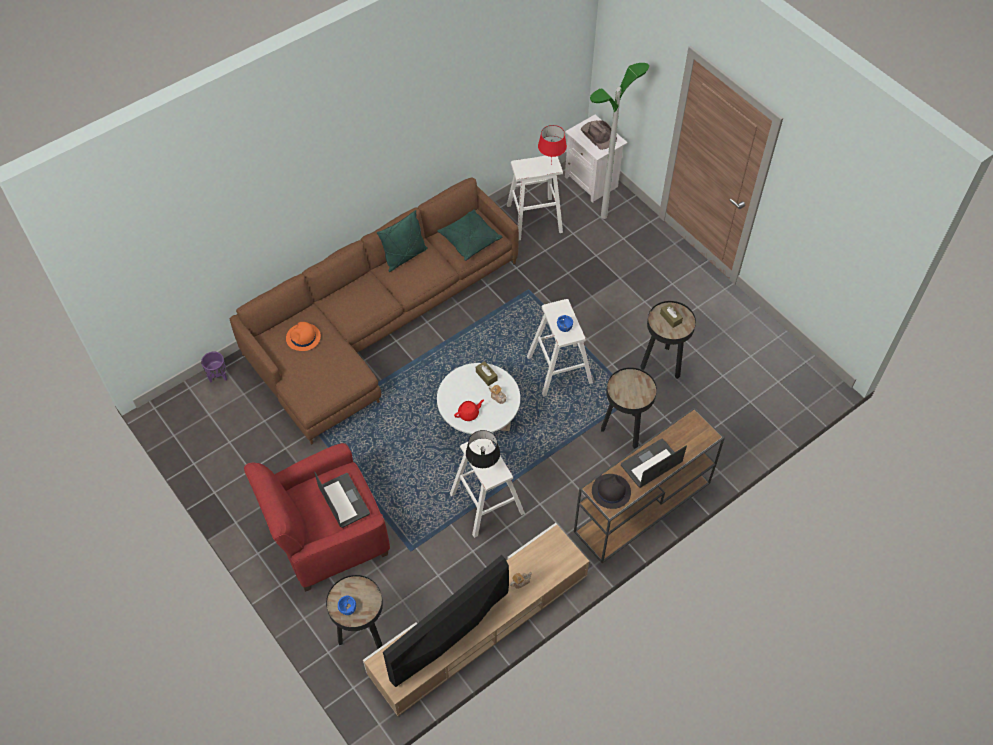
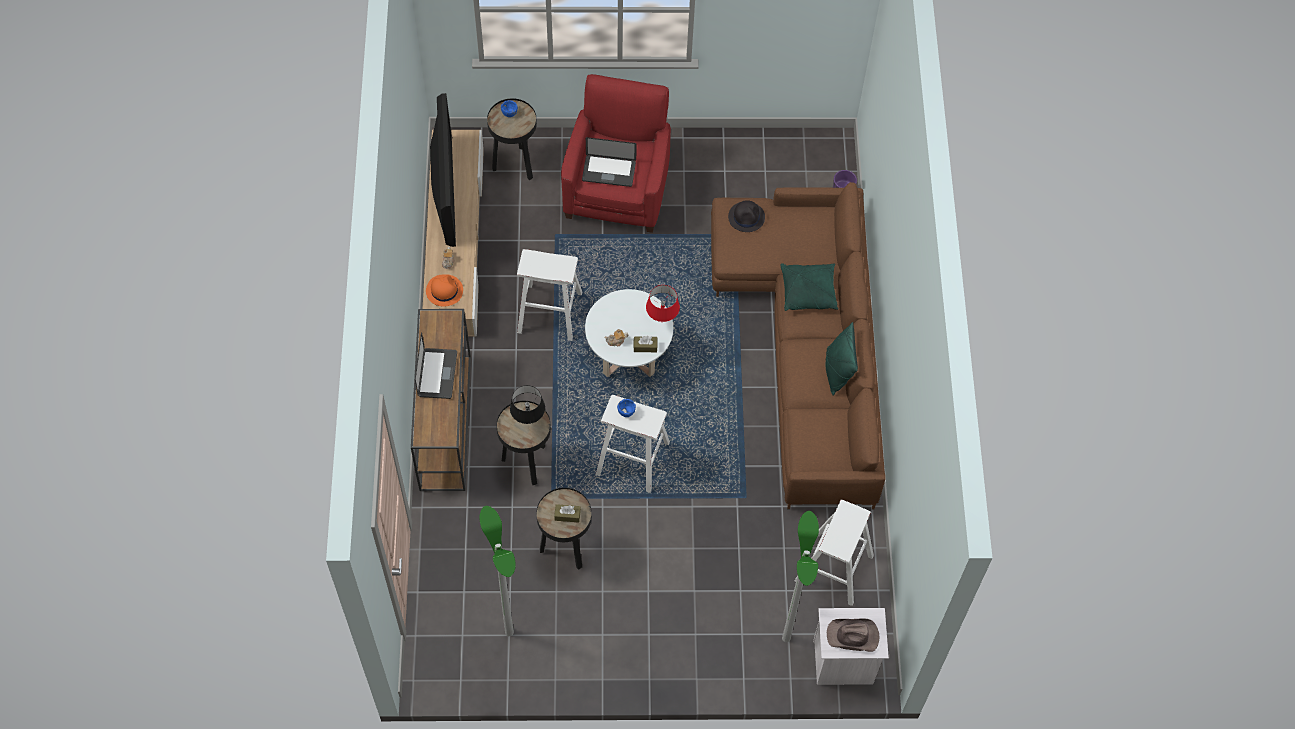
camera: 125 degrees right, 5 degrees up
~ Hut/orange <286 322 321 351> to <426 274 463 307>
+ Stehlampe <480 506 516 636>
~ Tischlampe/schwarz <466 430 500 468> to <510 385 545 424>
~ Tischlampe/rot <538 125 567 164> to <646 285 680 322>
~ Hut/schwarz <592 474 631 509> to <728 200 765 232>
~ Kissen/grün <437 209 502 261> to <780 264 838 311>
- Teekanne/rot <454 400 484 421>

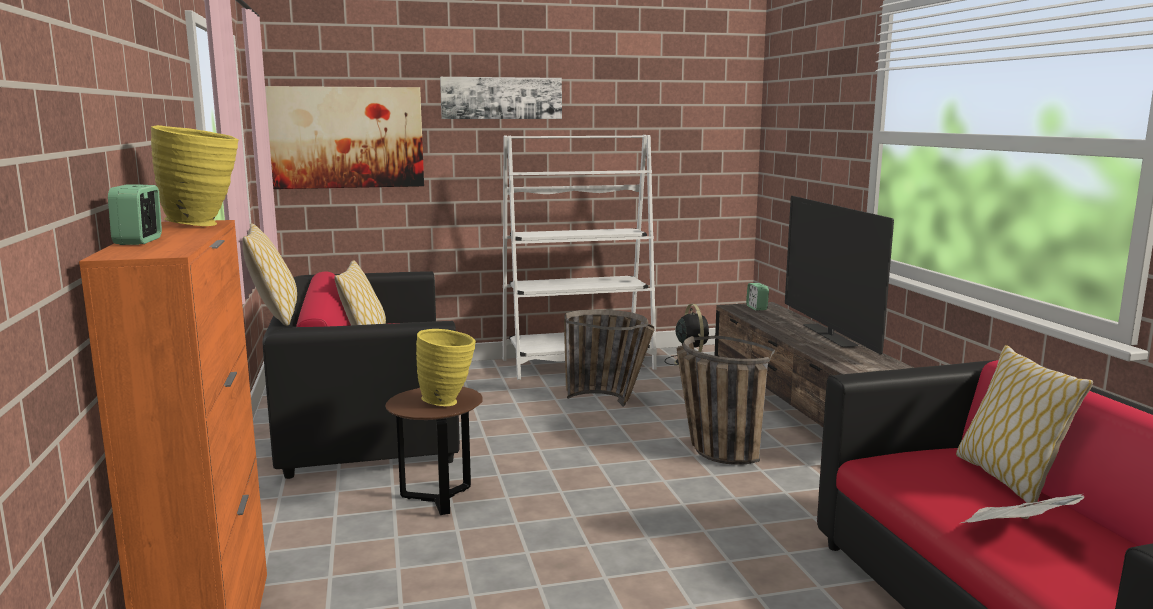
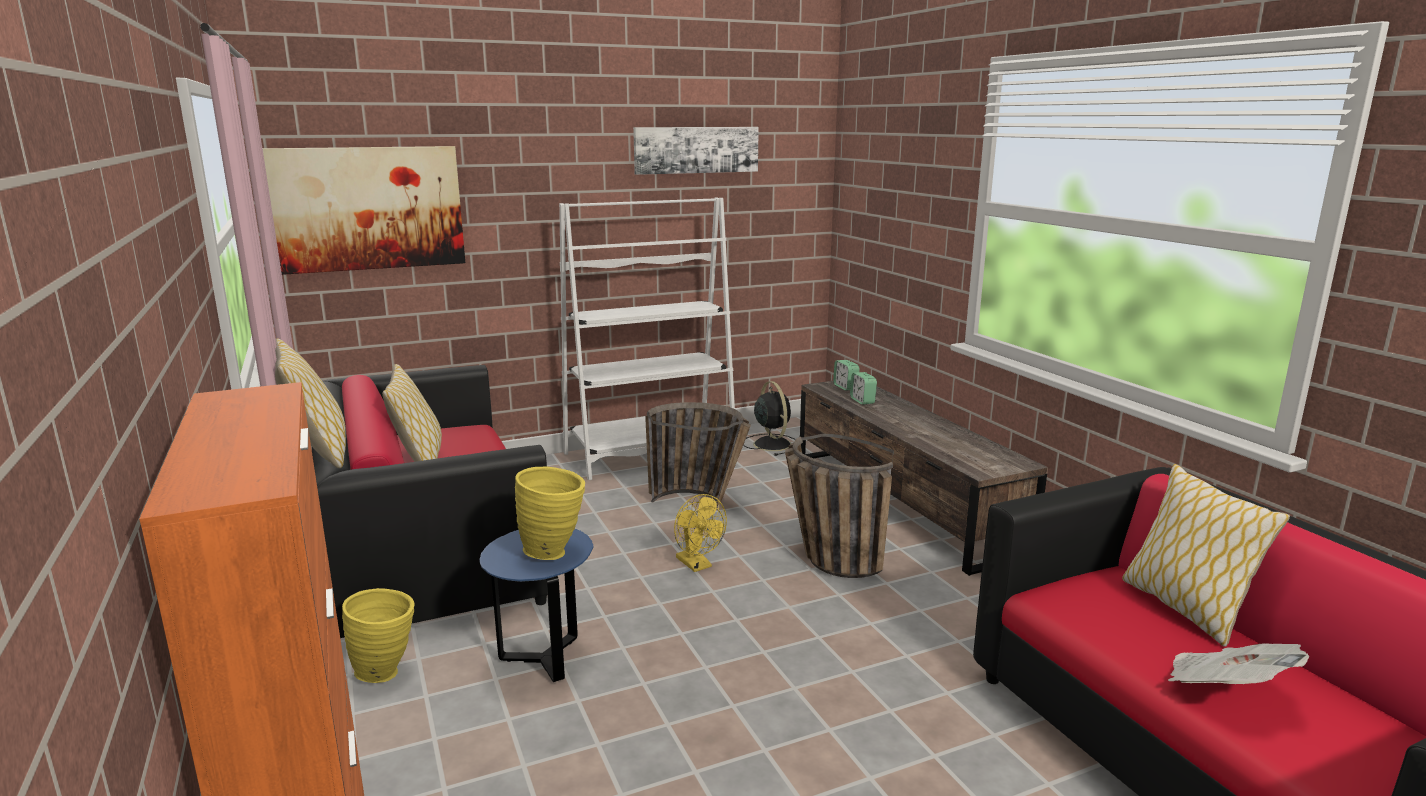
camera: 10 degrees left, 5 degrees up
~ Vase/gelb <151 125 238 226> to <342 588 414 683>
~ Beistelltisch/braun <386 387 483 515> to Beistelltisch/blau <480 529 593 682>
~ Bild <440 77 562 119> to <633 127 759 175>
+ Ventilator/gelb <674 494 727 572>
~ Wecker <108 184 162 245> to <850 372 877 405>
- Fernseher <785 196 894 354>

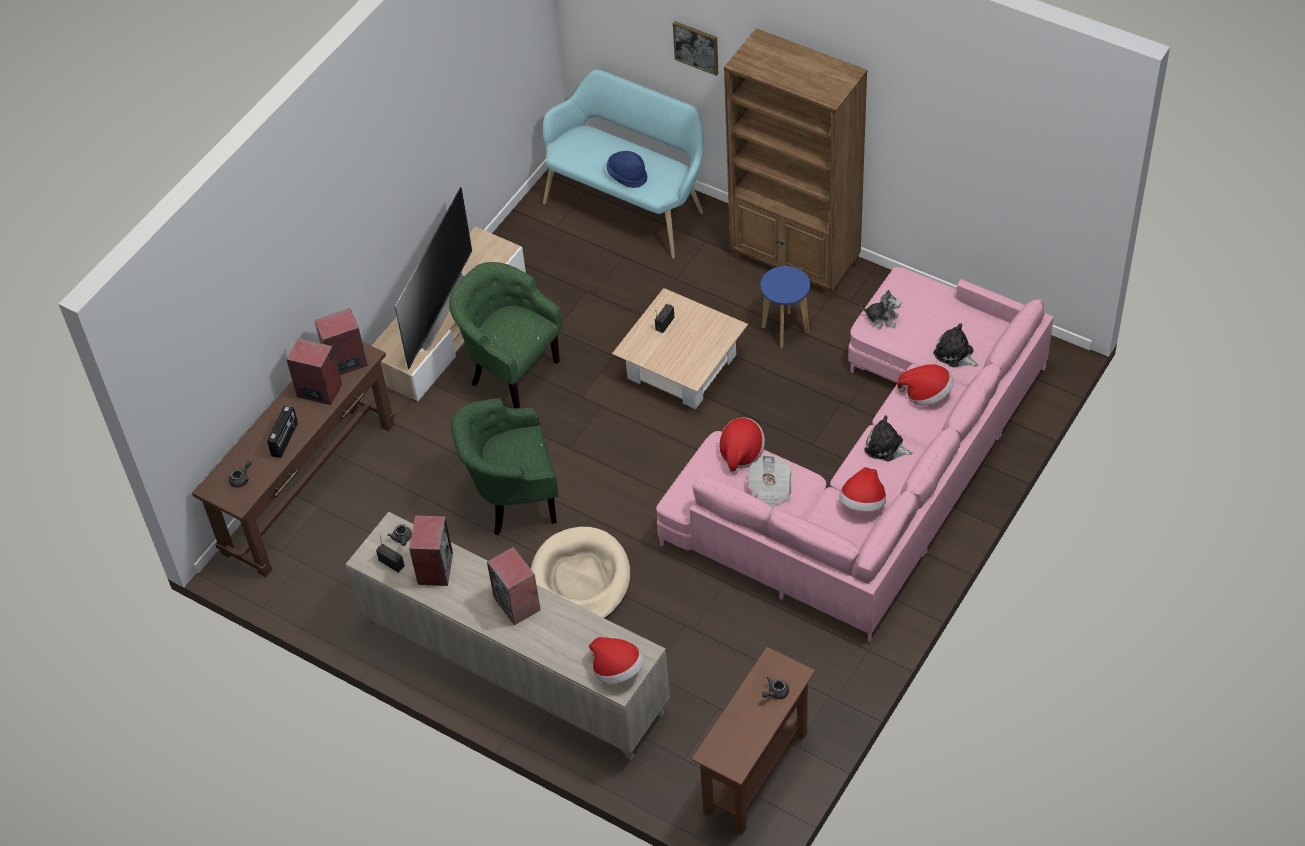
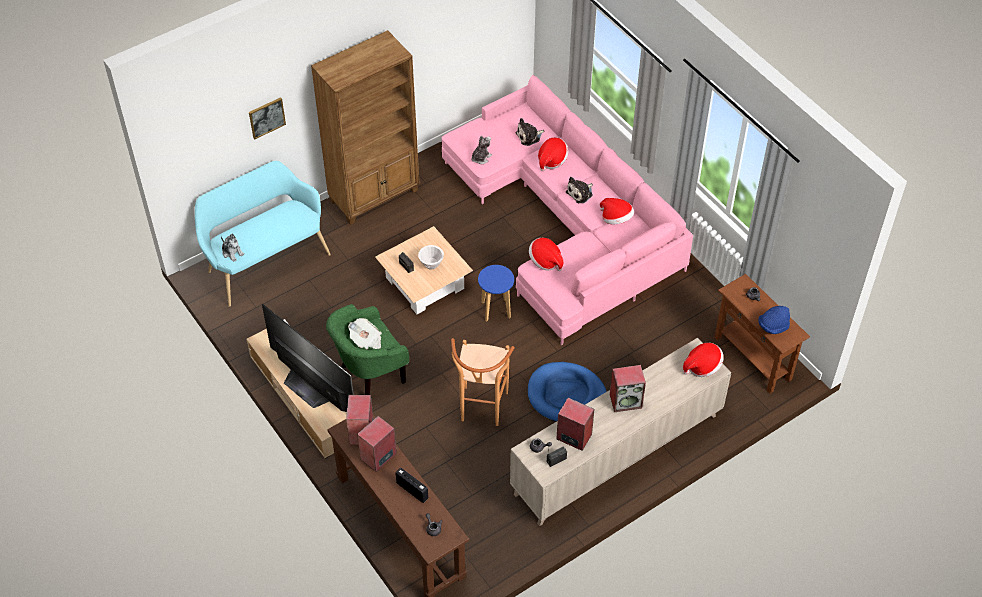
camera: 70 degrees left, 0 degrees up
+ Plüschtier <221 234 244 262>
~ Zeitung <747 454 793 508> to <348 318 382 349>
+ Schüssel/weiß <418 245 444 270>
~ Sessel/grün <451 398 558 536> to Hocker/braun <451 338 515 426>
~ Hocker/blau <760 266 810 348> to <478 265 514 322>
~ Hundebett/beige <531 527 630 618> to Hundebett/blau <528 362 607 422>
~ Hut/blau <607 151 647 188> to <759 306 790 334>

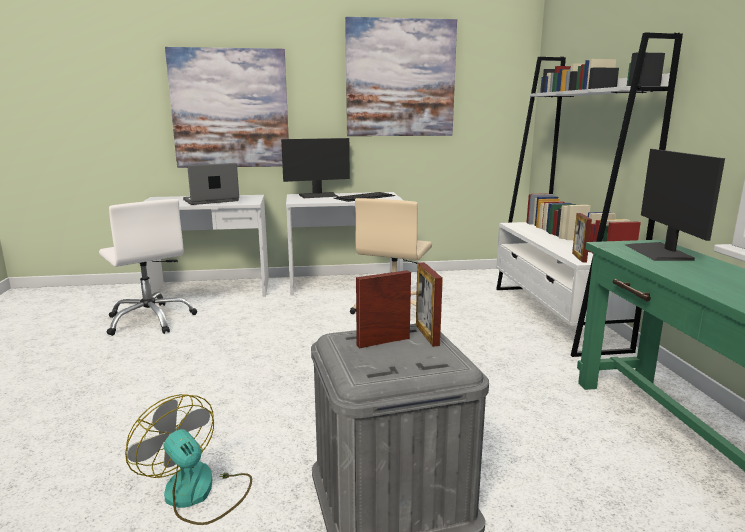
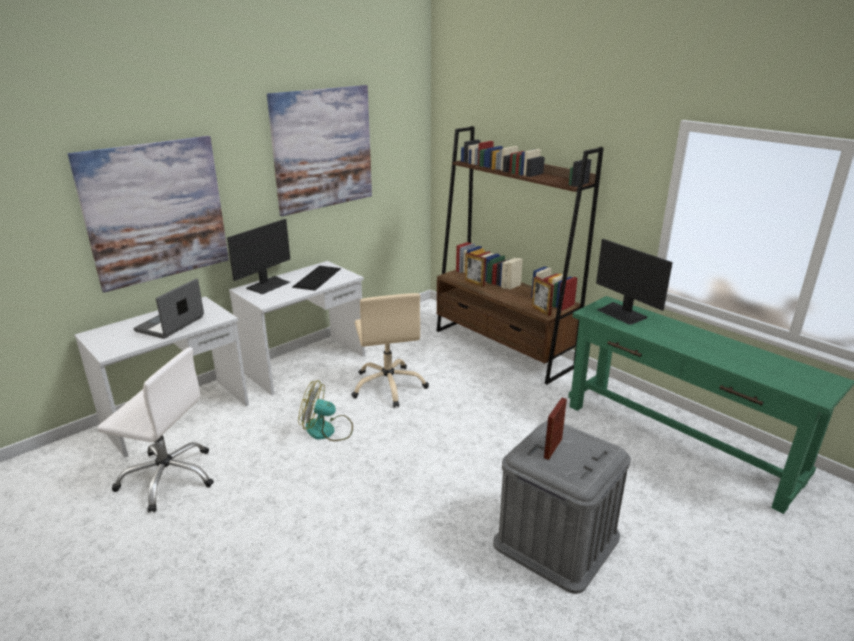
camera: 35 degrees left, 10 degrees up
~ Ventilator <125 394 252 525> to <298 380 353 441>
~ Bücherregal/weiß <496 32 683 357> to Bücherregal/braun <437 126 604 385>
~ Bilderrahmen <416 262 443 347> to <465 252 486 287>

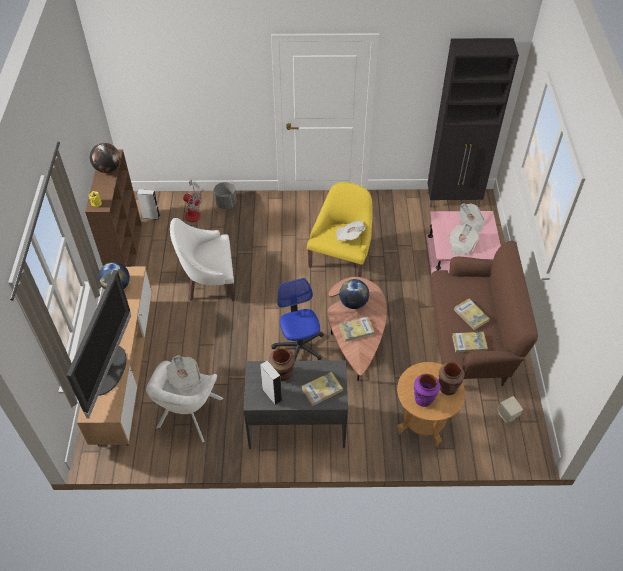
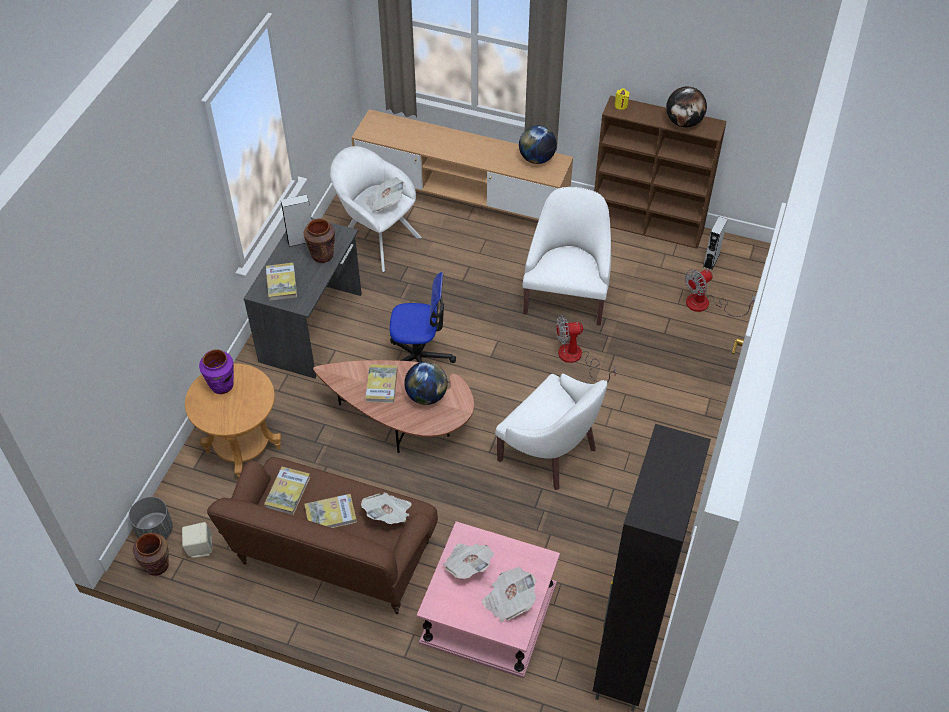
camera: 110 degrees right, 0 degrees up
~ Pflanzkübel/grau <214 182 237 209> to <129 497 173 539>
~ Vase/braun <439 362 465 395> to <133 533 169 576>
~ Zeitung <336 221 365 241> to <361 493 412 524>
~ Sessel/gelb <307 182 373 277> to Sessel/weiß <495 373 607 490>
+ Ventilator <556 315 616 382>
- Fernseher <66 270 131 419>

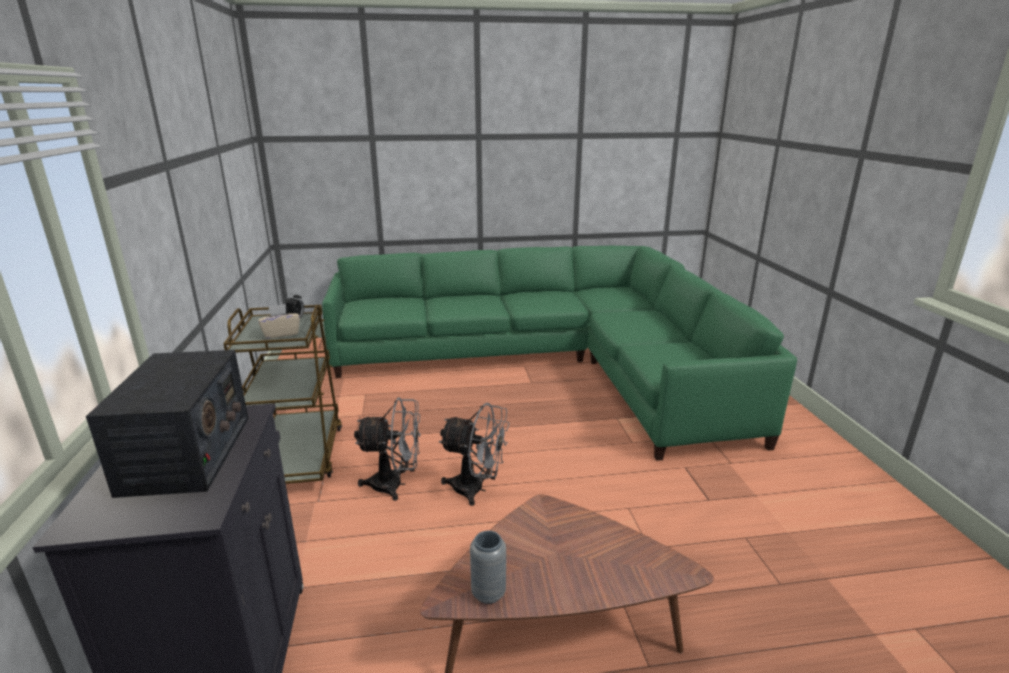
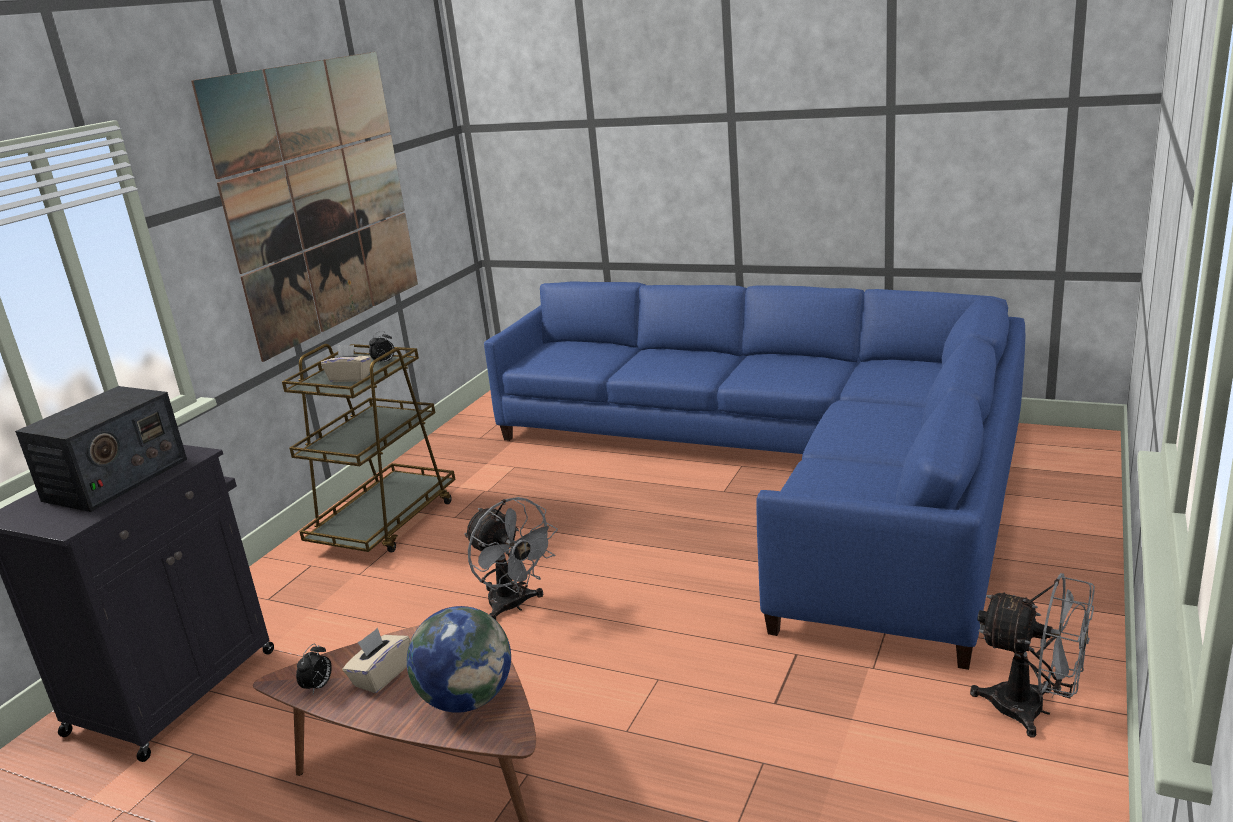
camera: 35 degrees right, 0 degrees up
+ Bild <191 52 418 362>
~ Vase/grau <470 531 506 604> to Wecker <296 643 332 694>
+ Taschentuchbox/beige <343 628 410 693>
+ Globus <407 606 511 712>
~ Sofa/grün <322 246 797 461> to Sofa/blau <484 281 1025 670>
~ Ventilator/grau <354 398 421 501> to <970 573 1095 738>

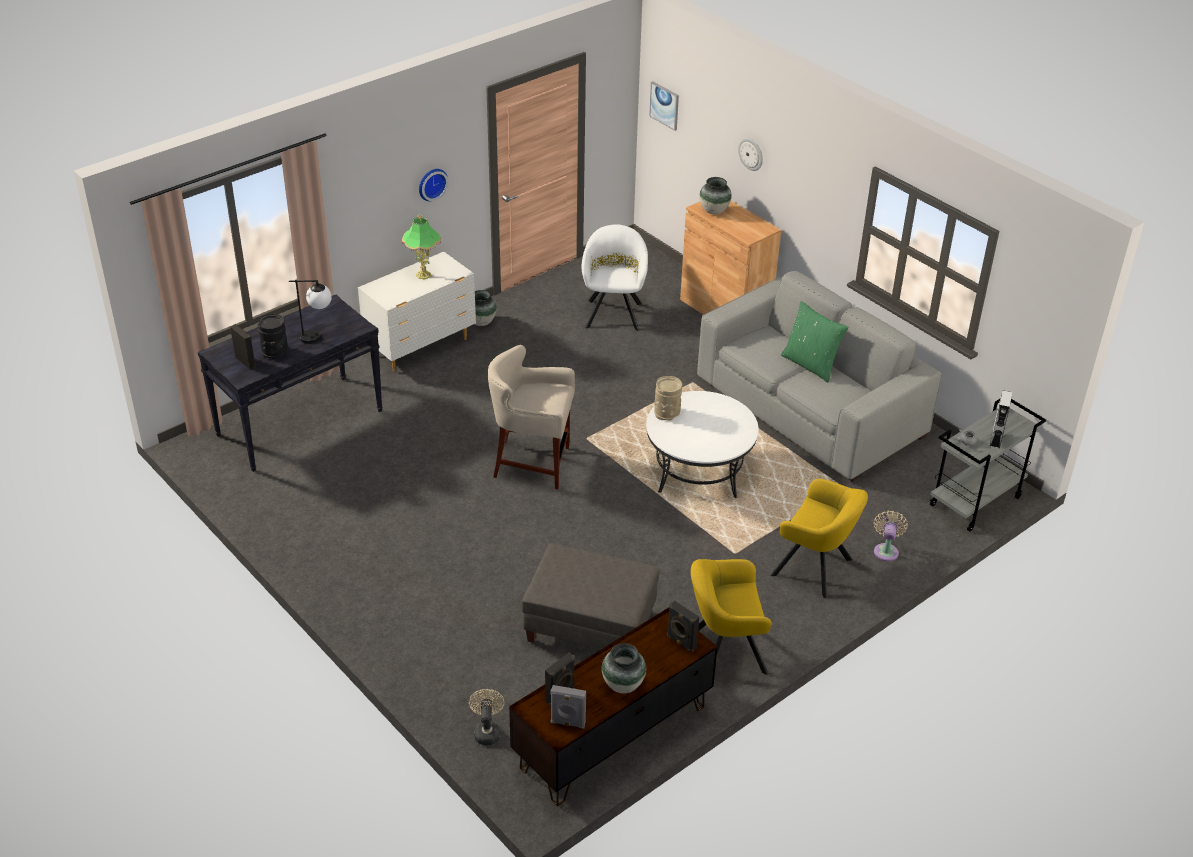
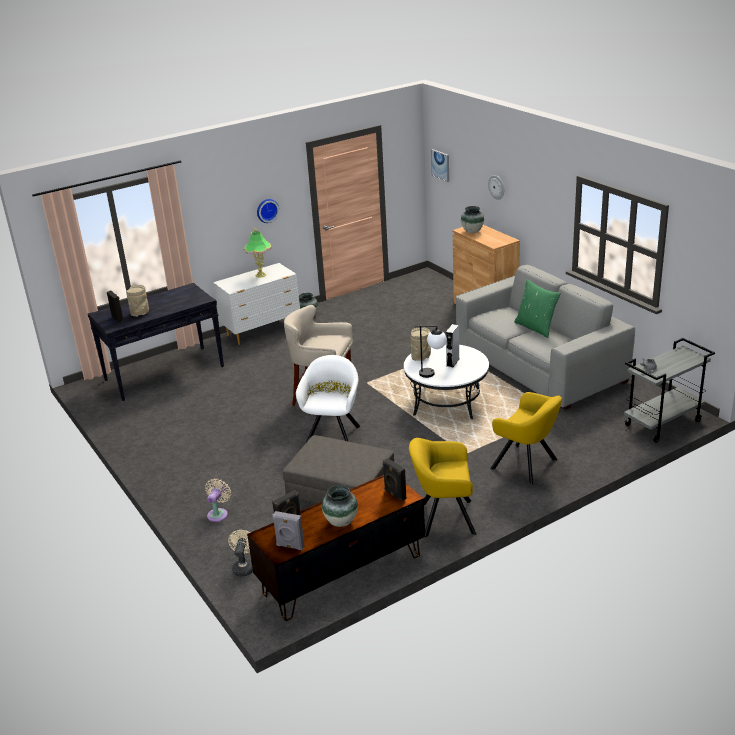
camera: 10 degrees right, 10 degrees down
~ Vase/schwarz <257 314 288 359> to Vase/beige <126 285 149 317>
~ Ventilator/beige <874 510 908 561> to <205 478 231 522>
~ Sessel/weiß <581 224 648 331> to <296 355 360 442>
~ Tischlampe <289 279 332 344> to <415 325 447 378>
~ Lautsprecher/grau <990 390 1012 448> to <446 324 459 367>

